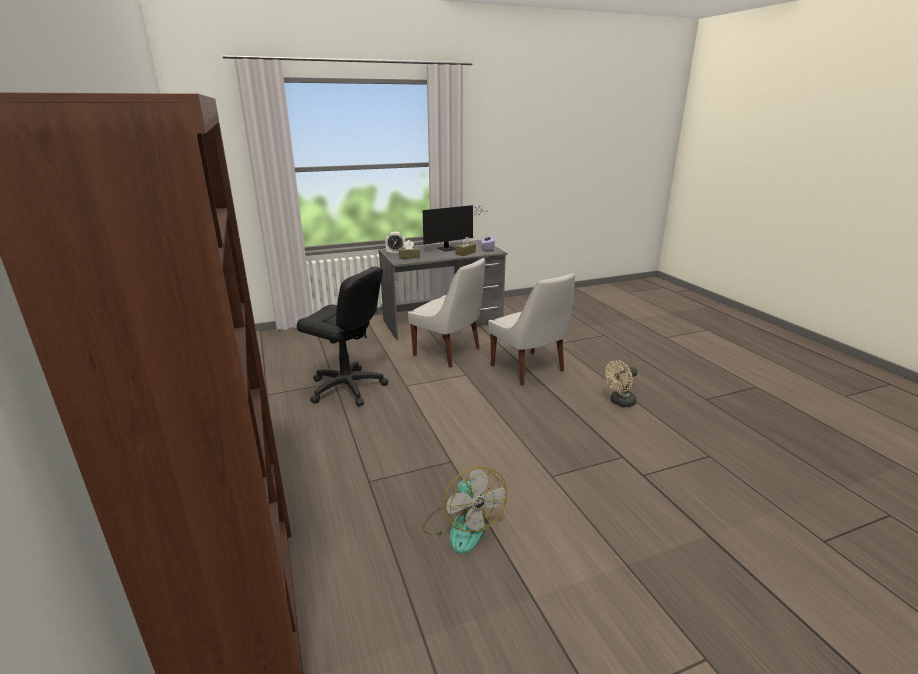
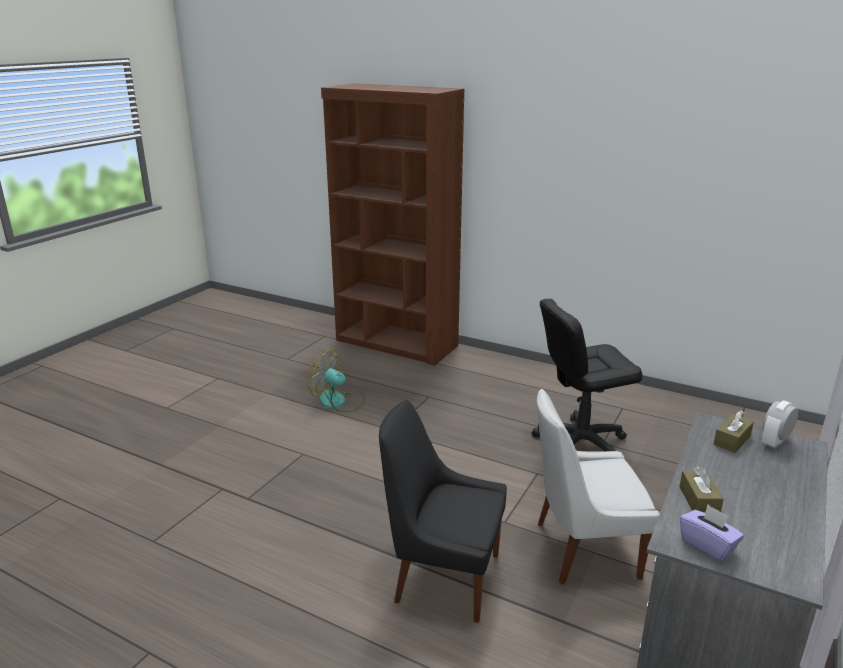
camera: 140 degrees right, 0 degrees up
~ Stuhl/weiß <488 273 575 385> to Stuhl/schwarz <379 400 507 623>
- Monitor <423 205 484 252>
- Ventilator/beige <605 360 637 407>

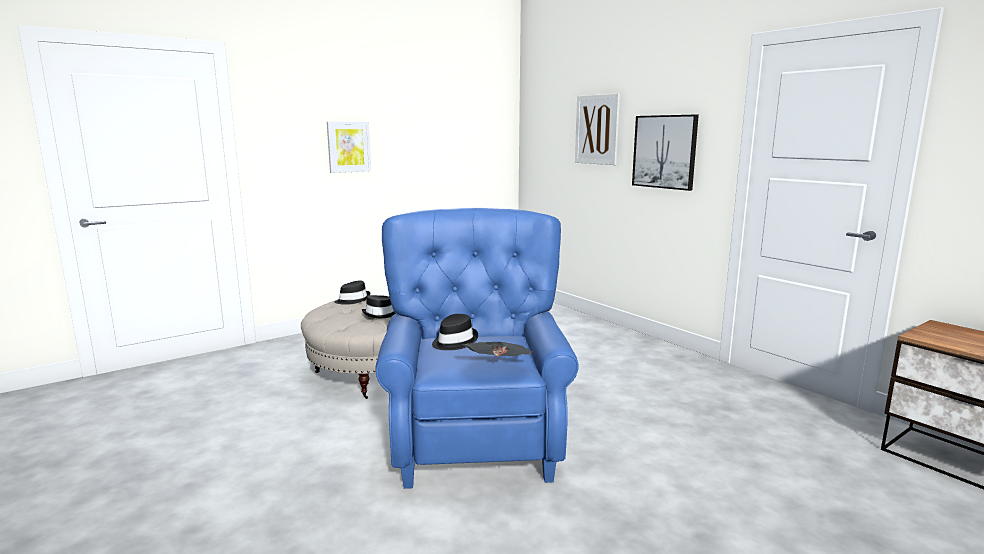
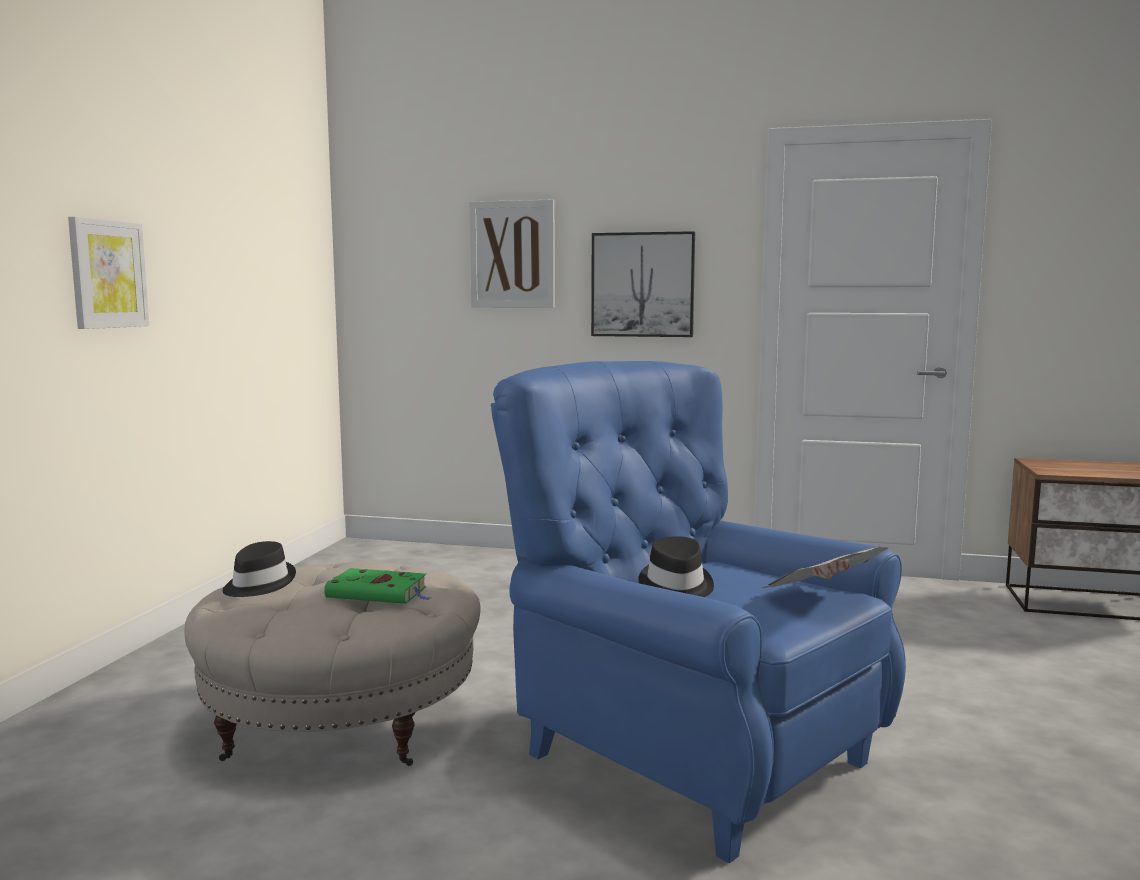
camera: 40 degrees left, 5 degrees down
~ Hut/schwarz <362 295 396 318> to Buch/grün <324 568 430 604>

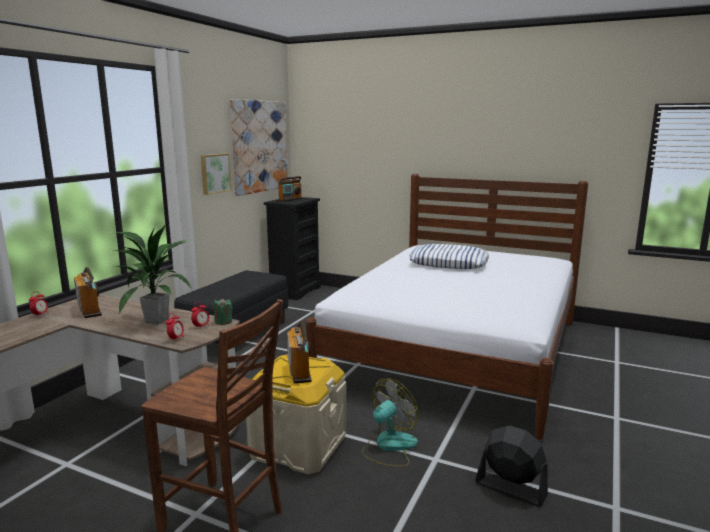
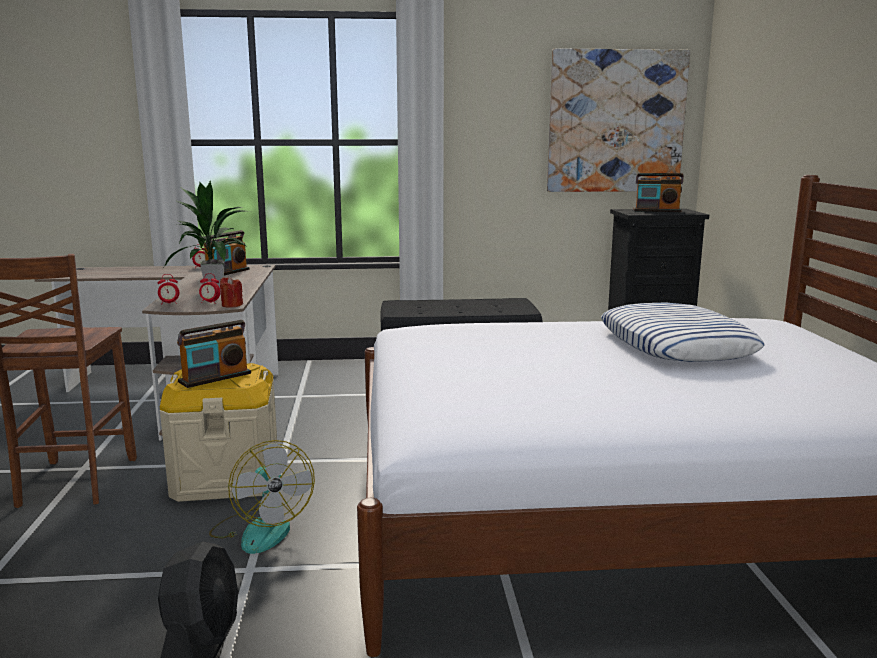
camera: 60 degrees right, 0 degrees up
~ Ventilator <362 379 418 467> = <209 440 315 554> 45 degrees clockwise
~ Kerze/grün <214 298 233 325> to Kerze/rot <220 276 243 308>
- Bild <201 153 232 195>

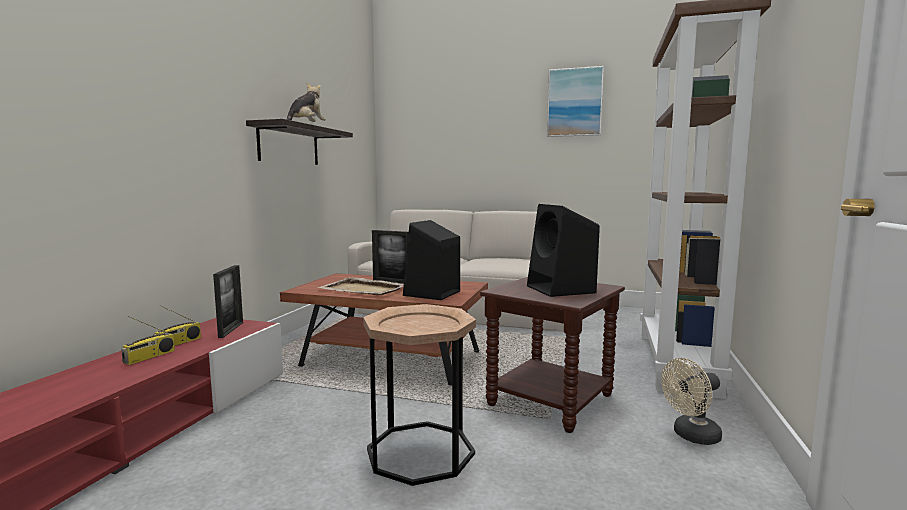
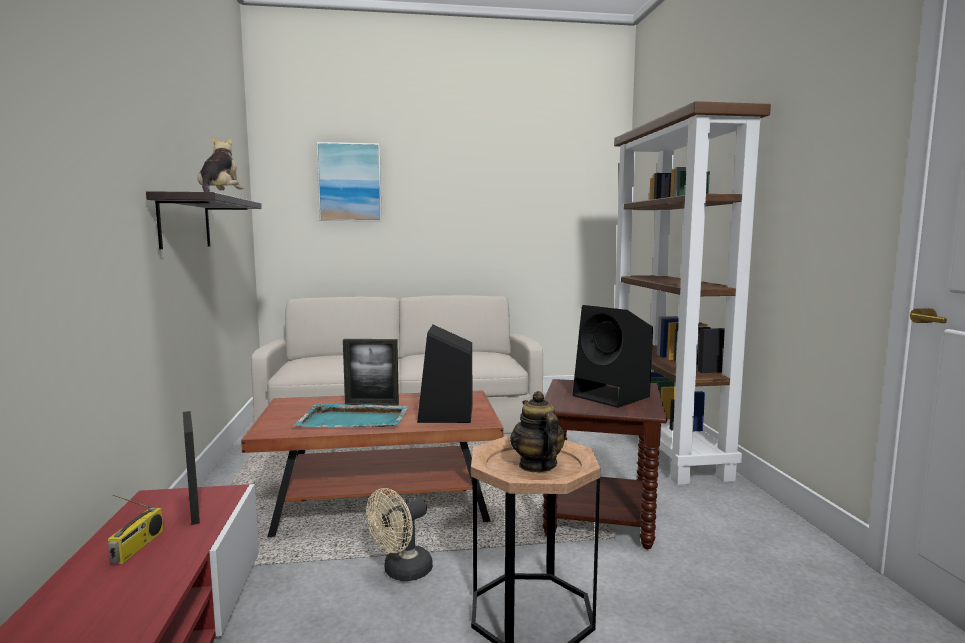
camera: 25 degrees left, 0 degrees up
~ Tablett/beige <318 277 404 295> to Tablett/türkis <293 404 409 427>
~ Bild <547 66 604 137> to <316 142 382 221>
~ Ventilator/beige <661 358 722 445> to <366 488 433 581>
+ Teekanne <510 391 566 472>
- Radio <121 316 175 365>

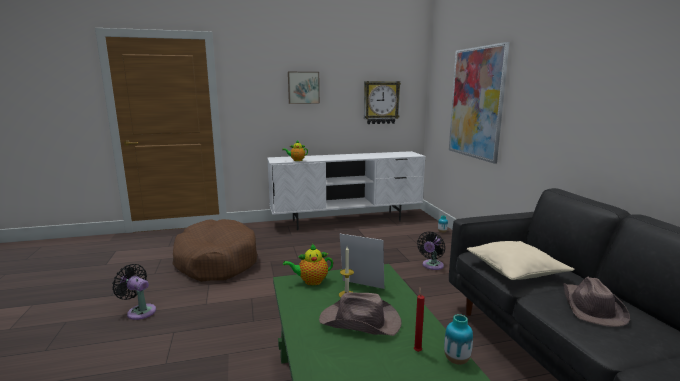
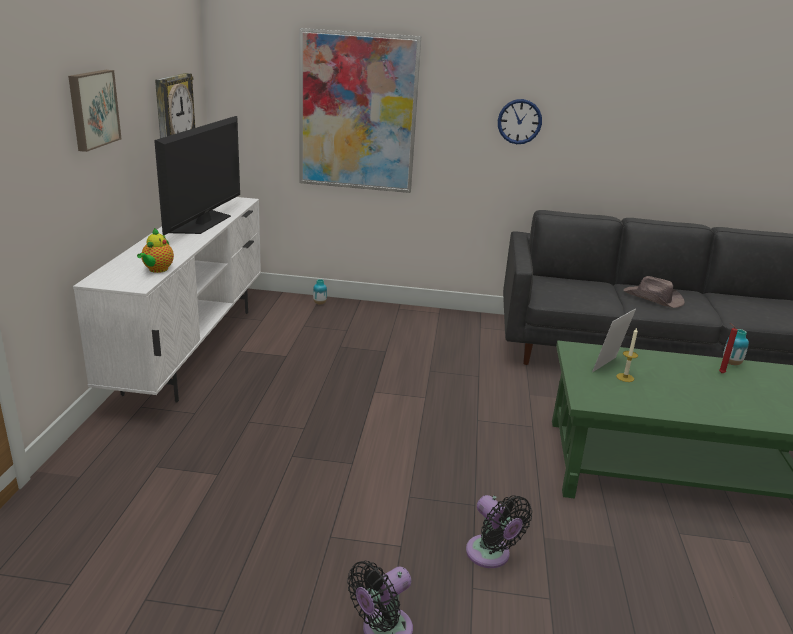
camera: 70 degrees left, 10 degrees up
+ Fernseher <154 116 240 235>
~ Ventilator/schwarz <417 232 445 270> to <466 495 532 568>
+ Wanduhr <498 99 542 144>
- Hundebett/braun <172 219 257 282>
- Teekanne <283 244 333 286>
- Hut/braun <319 292 402 336>
- Kissen/beige <467 241 575 280>

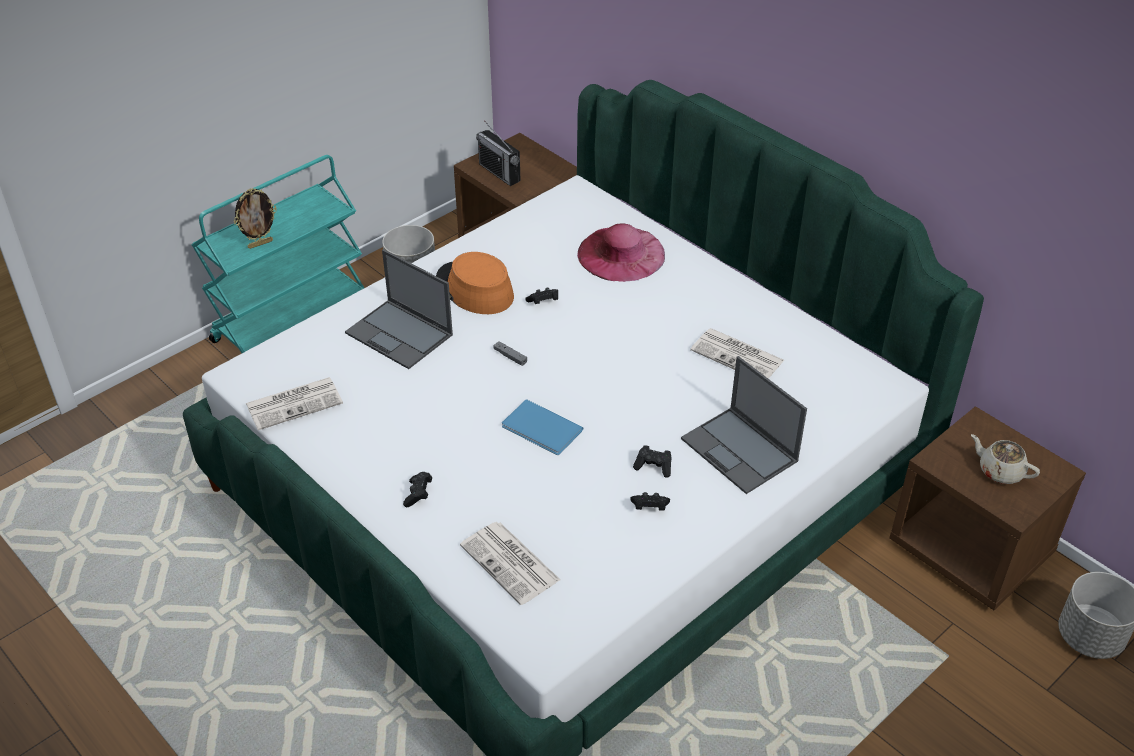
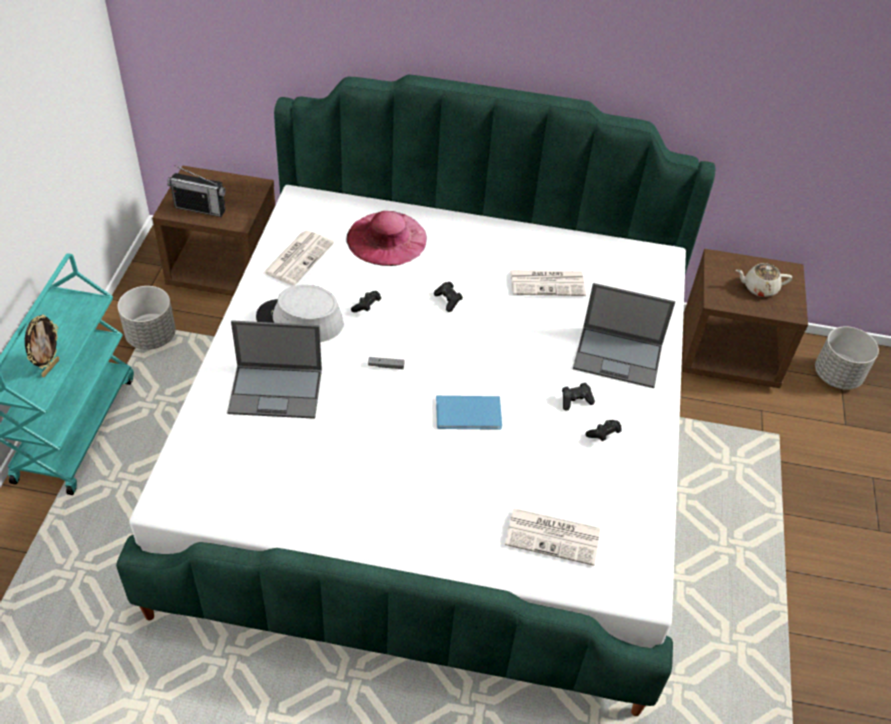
camera: 40 degrees left, 5 degrees up
~ Hut/orange <436 252 514 314> to Hut/grau <256 285 343 342>
~ Zeitung <246 377 343 430> to <263 231 334 285>
~ Gamepad/schwarz <403 472 432 507> to <434 282 463 312>

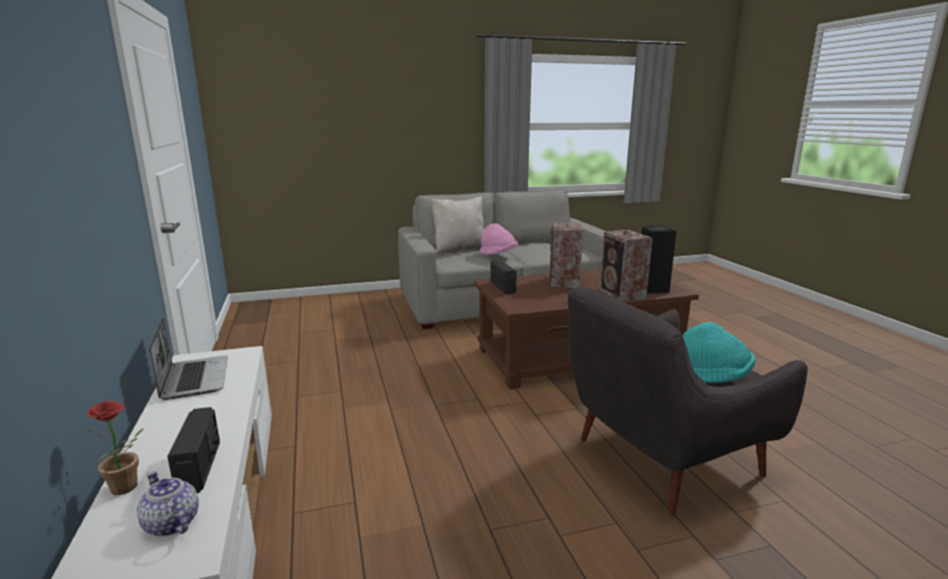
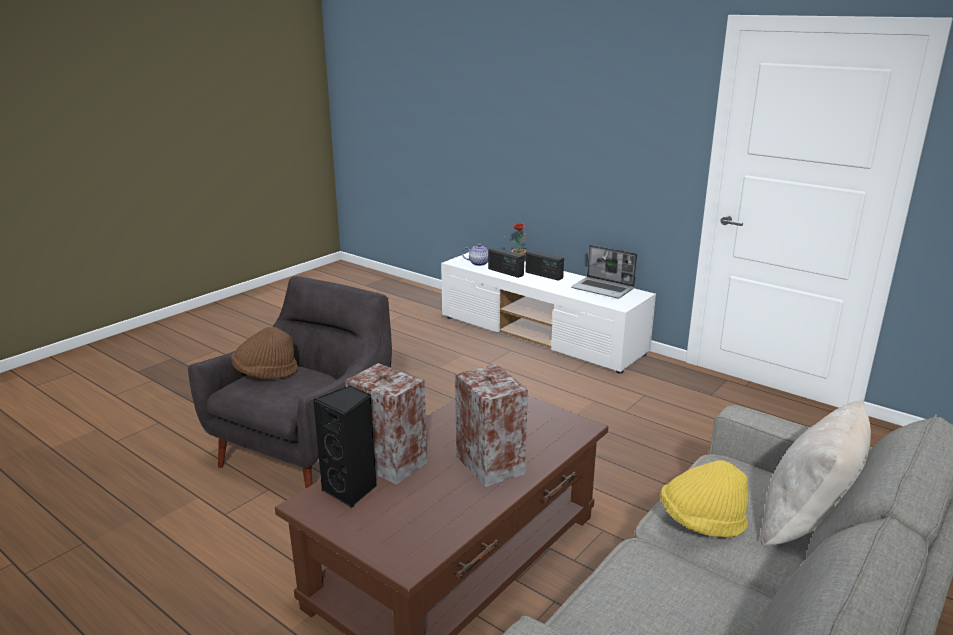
camera: 145 degrees right, 5 degrees up
~ Hut/türkis <683 322 755 383> to Hut/braun <231 327 298 379>
~ Radio <490 260 517 294> to <525 250 564 281>
~ Hut/rosa <480 223 518 255> to Hut/gelb <660 460 748 537>

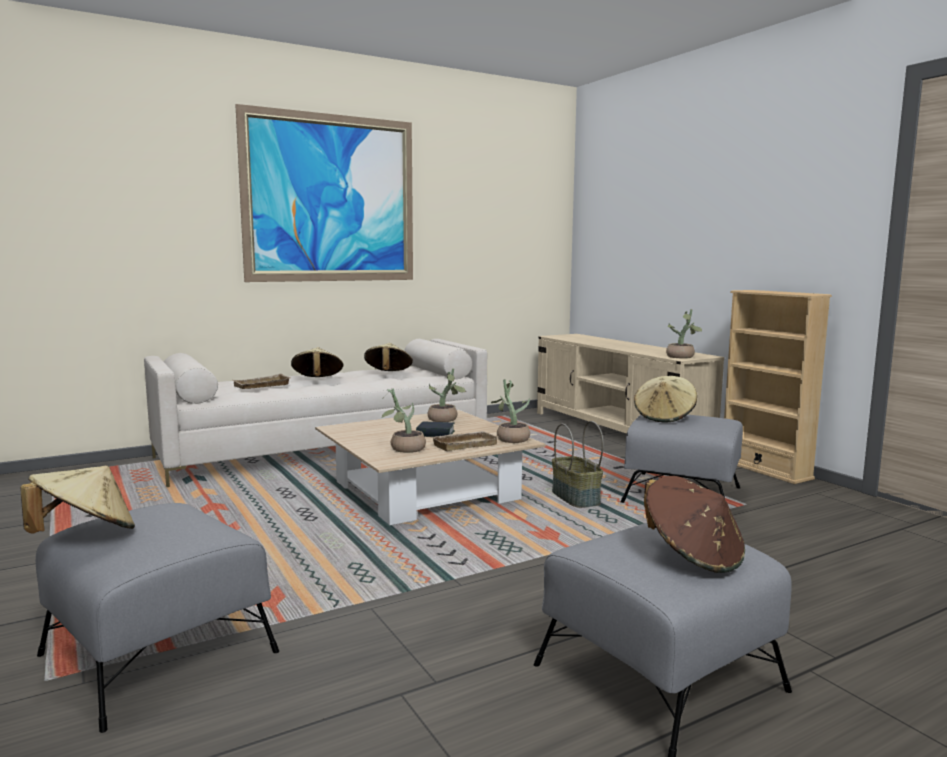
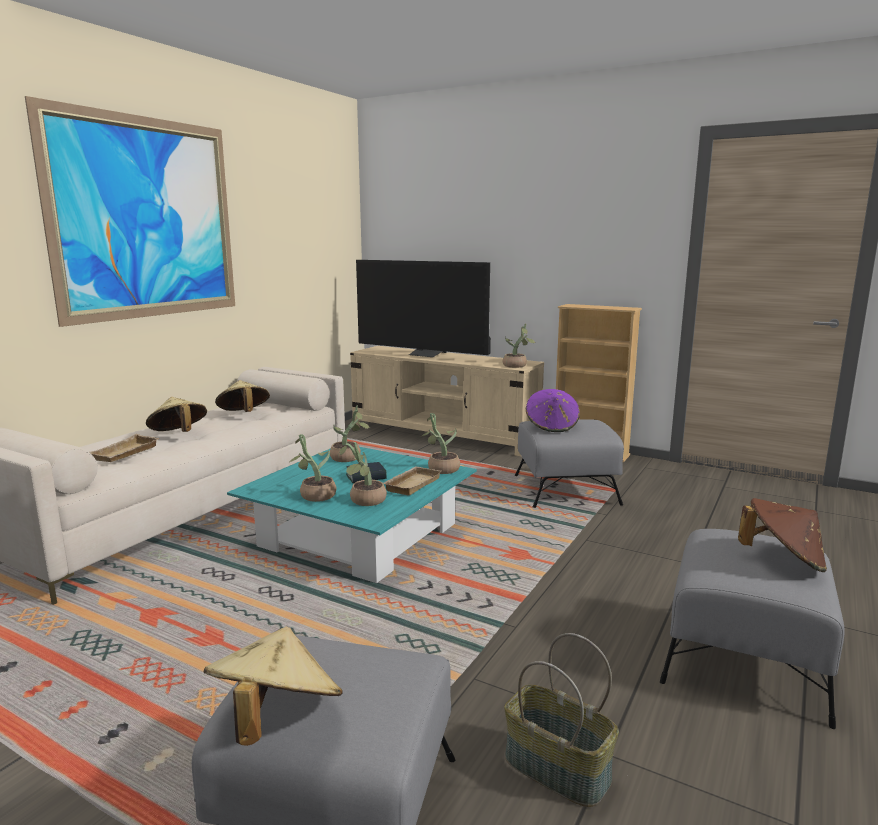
camera: 30 degrees left, 5 degrees up
~ Couchtisch/beige <315 410 546 525> to Couchtisch/türkis <227 447 477 583>
+ Topfpflanze <289 434 337 502>
+ Fernseher <356 260 491 357>
~ Korb <552 421 604 508> to <504 633 619 807>
~ Hut/beige <634 376 697 423> to Hut/lila <526 389 580 432>

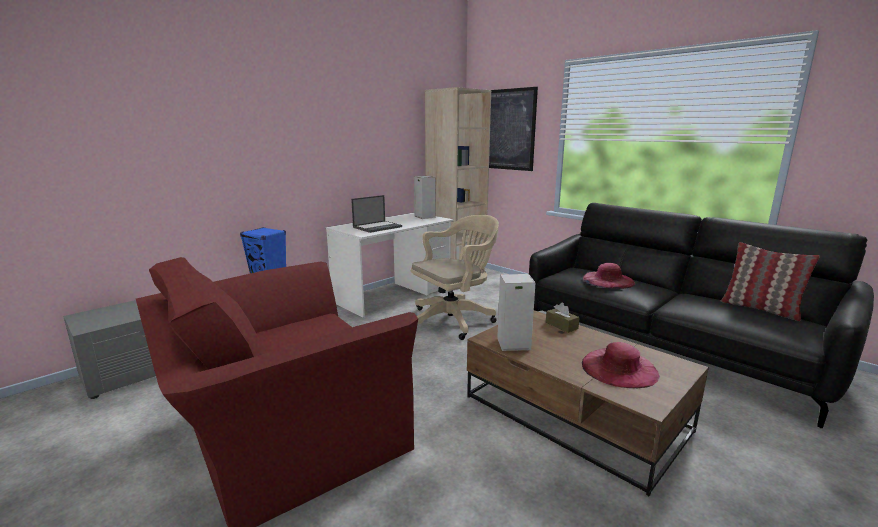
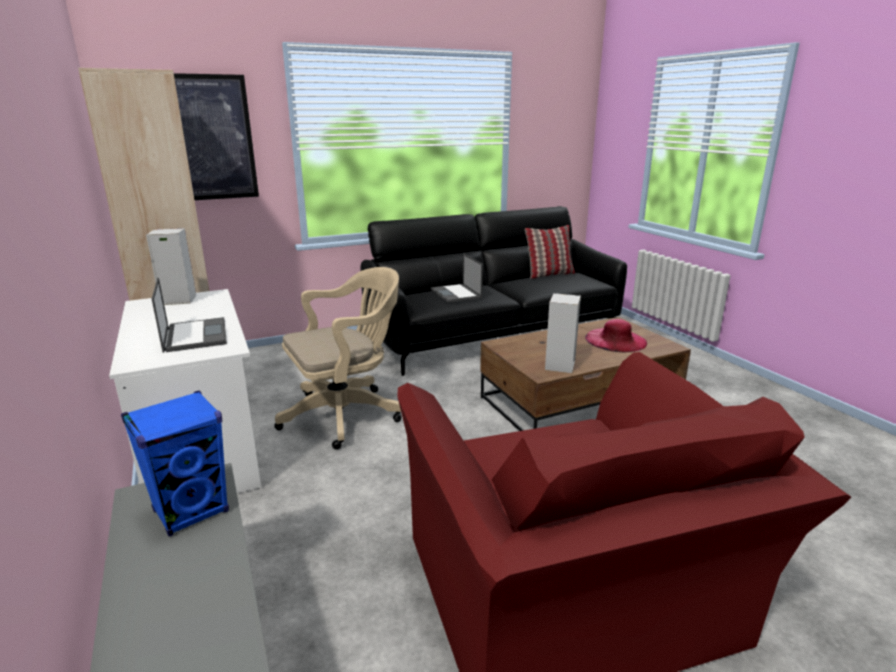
camera: 70 degrees left, 5 degrees up
~ Bürostuhl/beige <411 215 499 340> = <275 267 401 450> 75 degrees clockwise
~ Hut/rosa <583 263 635 289> to Laptop <431 253 483 303>
- Taschentuchbox/braun <546 303 580 333>

